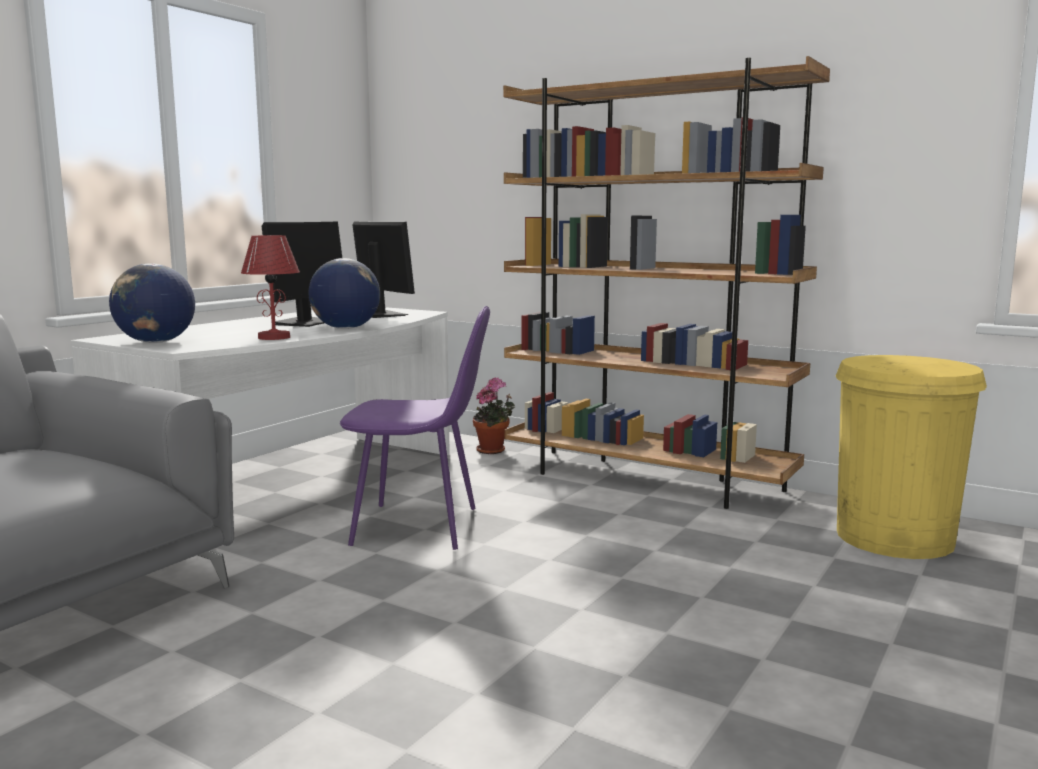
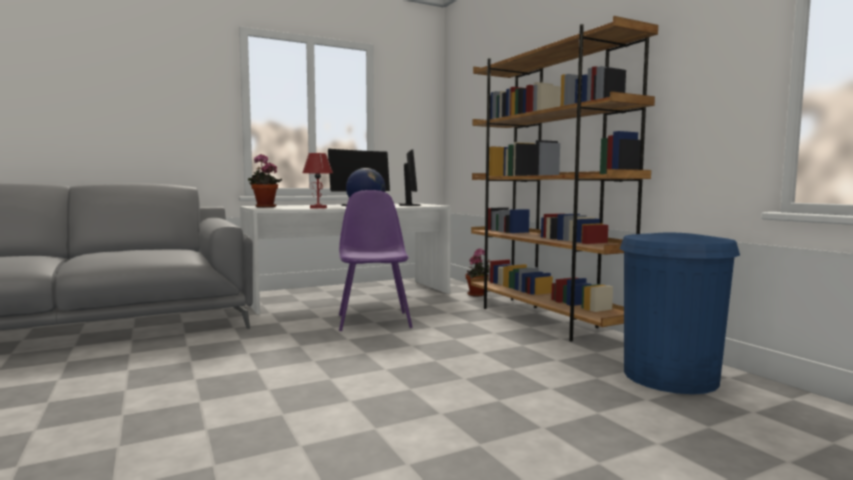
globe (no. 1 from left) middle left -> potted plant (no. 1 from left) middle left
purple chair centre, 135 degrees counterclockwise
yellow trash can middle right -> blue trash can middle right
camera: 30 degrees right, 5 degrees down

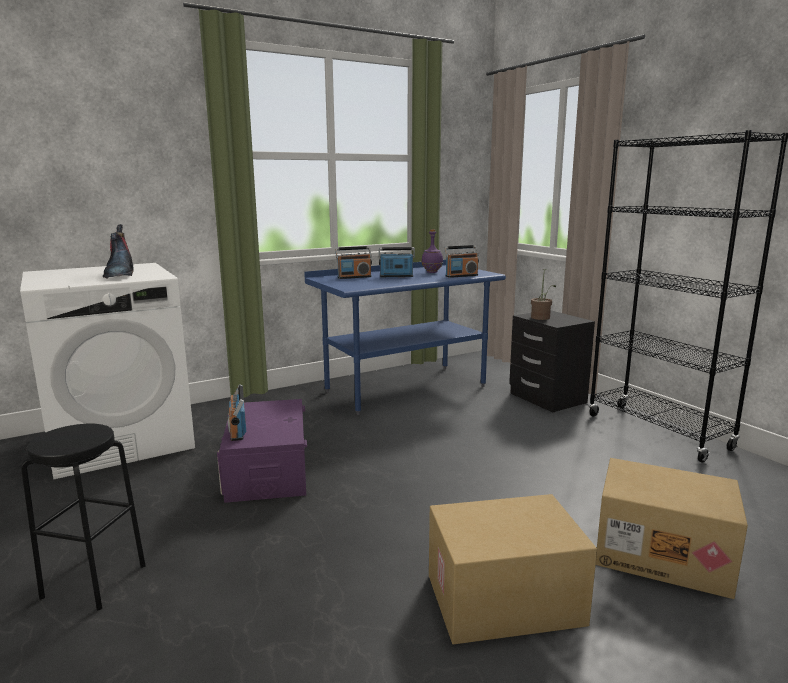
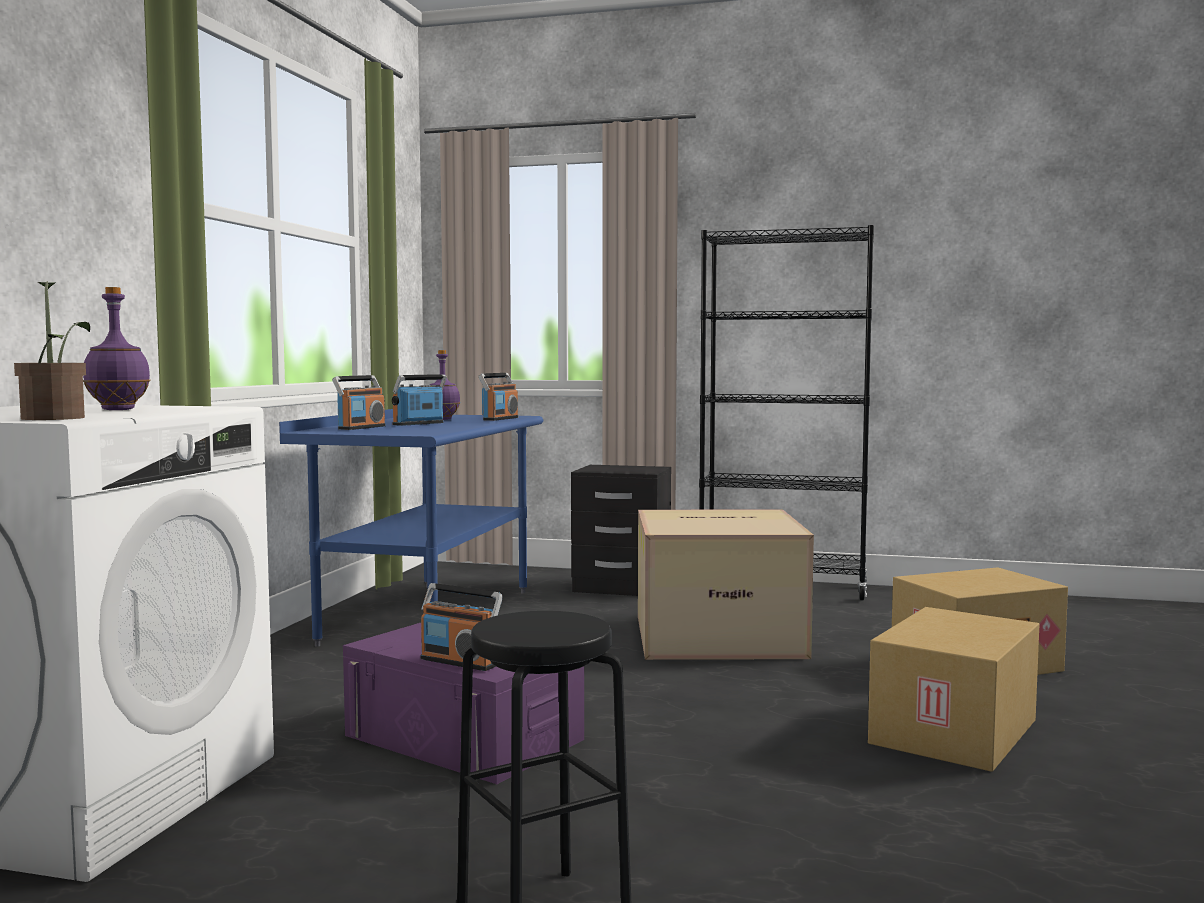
potted plant middle right -> potted plant middle left, shifted
boot middle left -> purple bottle (no. 1 from left) middle left
none -> cardboard box (no. 1 from left) centre
camera: 45 degrees left, 10 degrees down

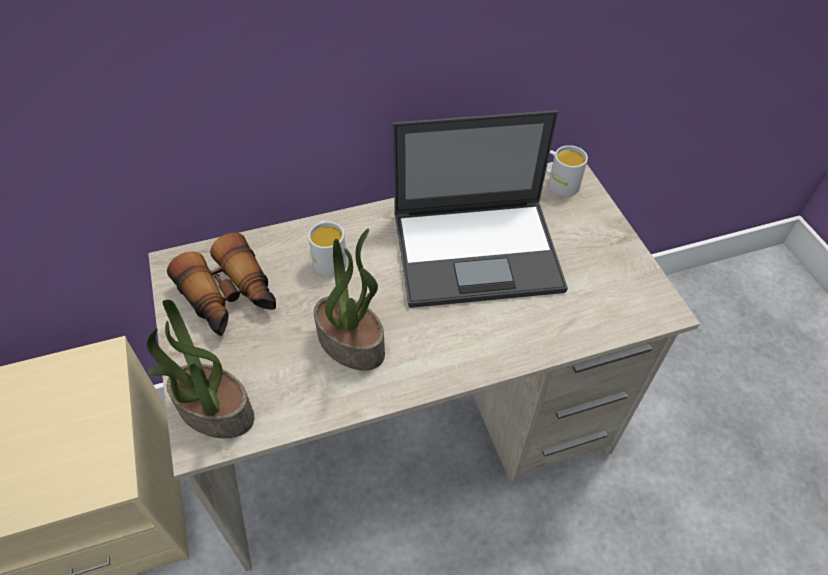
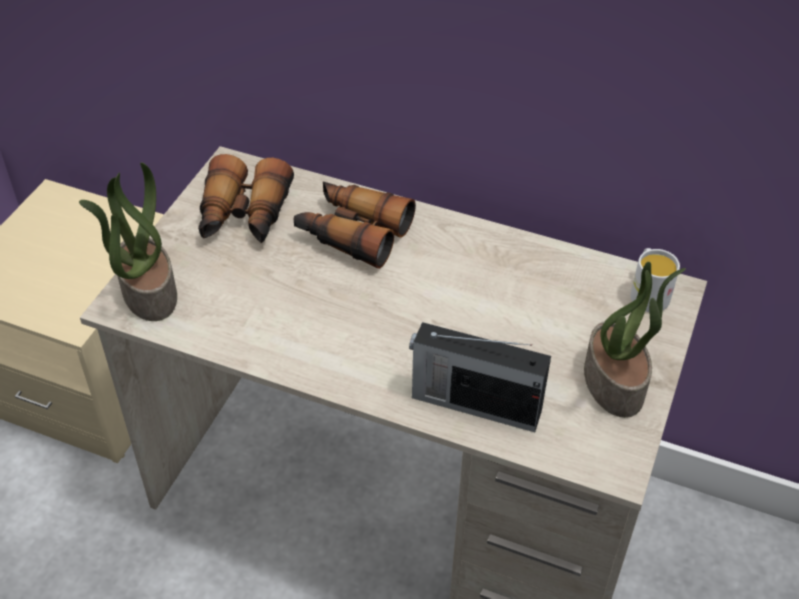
white mug (no. 1 from left) centre -> binoculars (no. 2 from left) centre
none -> radio centre
potted plant (no. 2 from left) centre -> potted plant (no. 2 from left) middle right, shifted
laptop centre -> none
camera: 40 degrees right, 5 degrees down

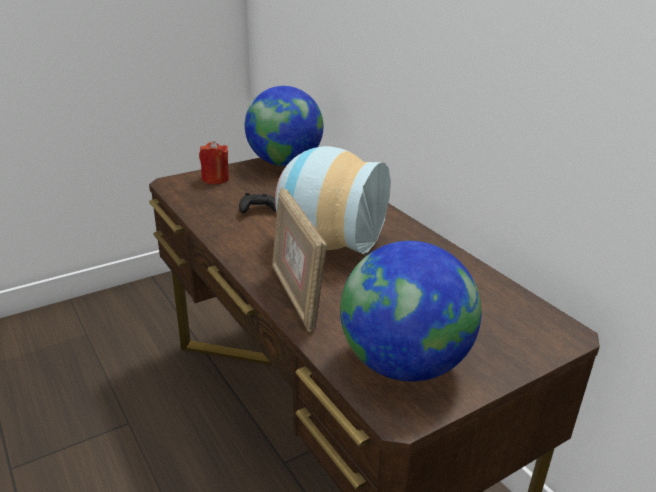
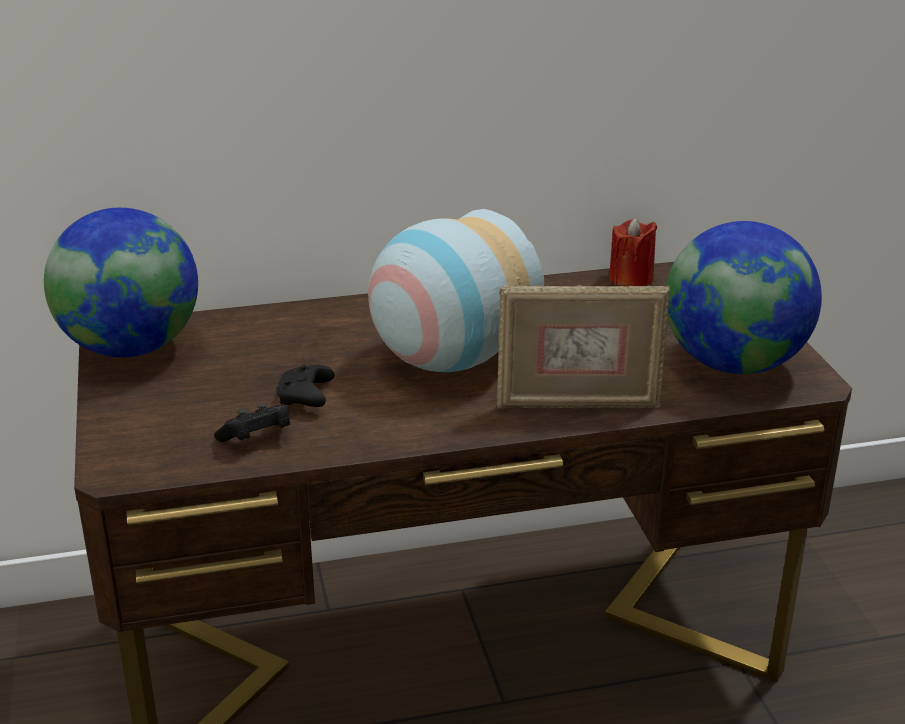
none -> black game controller (no. 1 from left) middle left
red candle top left -> red candle middle right, shifted
camera: 70 degrees left, 0 degrees up

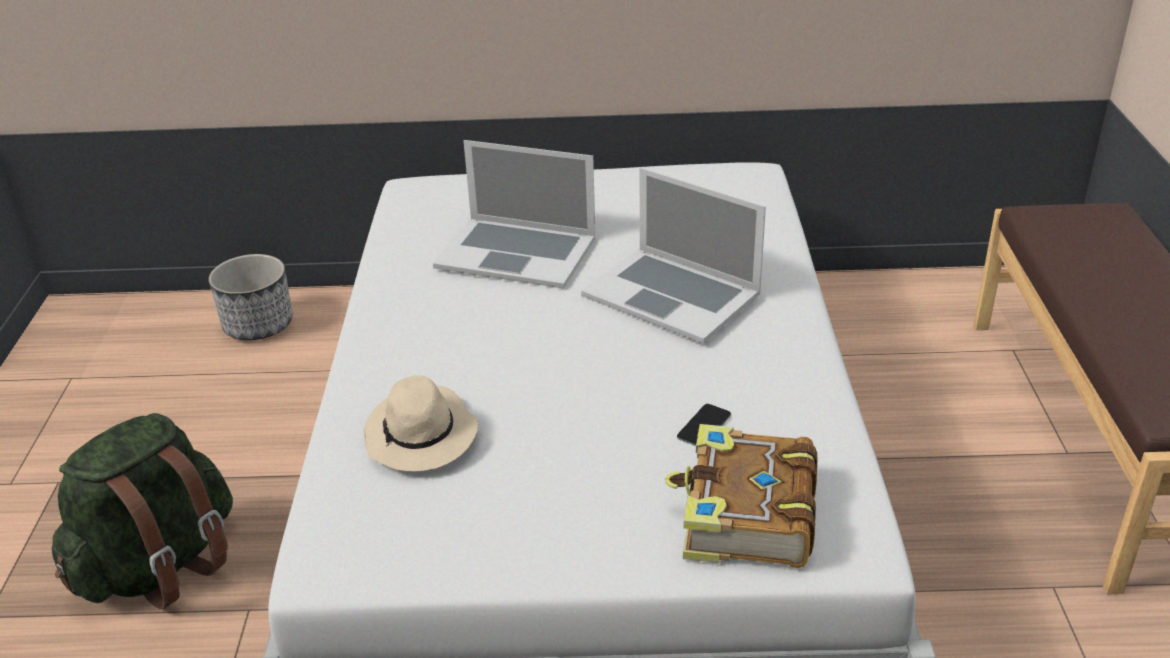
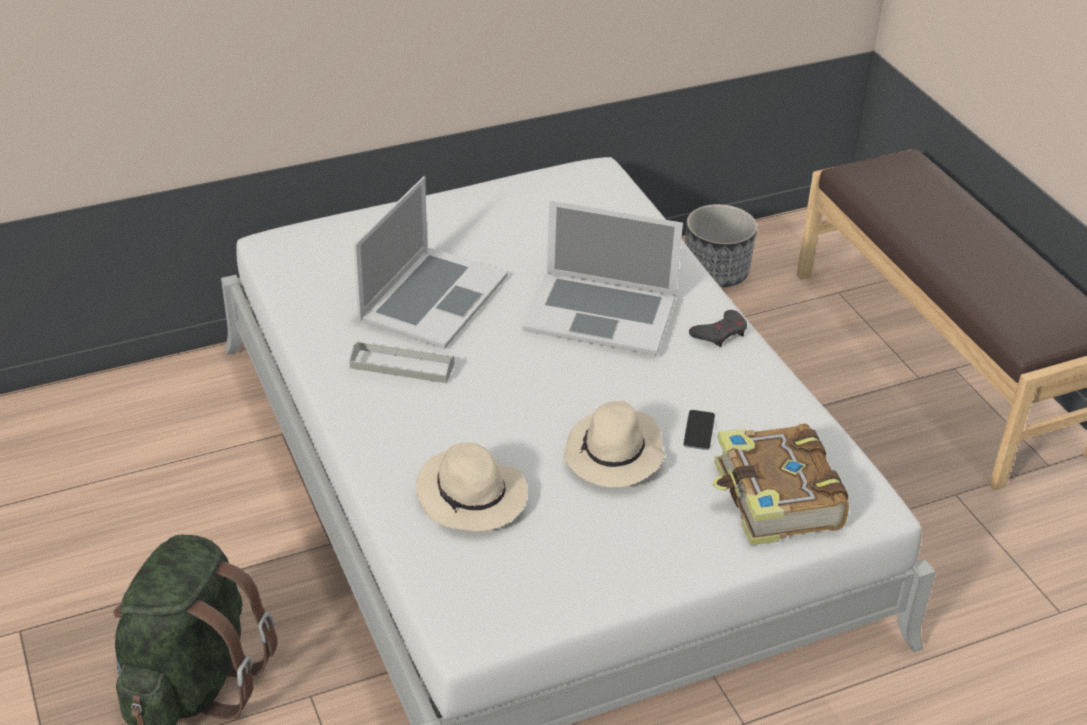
none -> grey tray centre
laptop (no. 1 from left) top centre -> laptop (no. 1 from left) centre, 60 degrees counterclockwise
none -> beige hat (no. 2 from left) centre
planter middle left -> planter centre, shifted
none -> grey game controller centre
camera: 25 degrees left, 5 degrees up

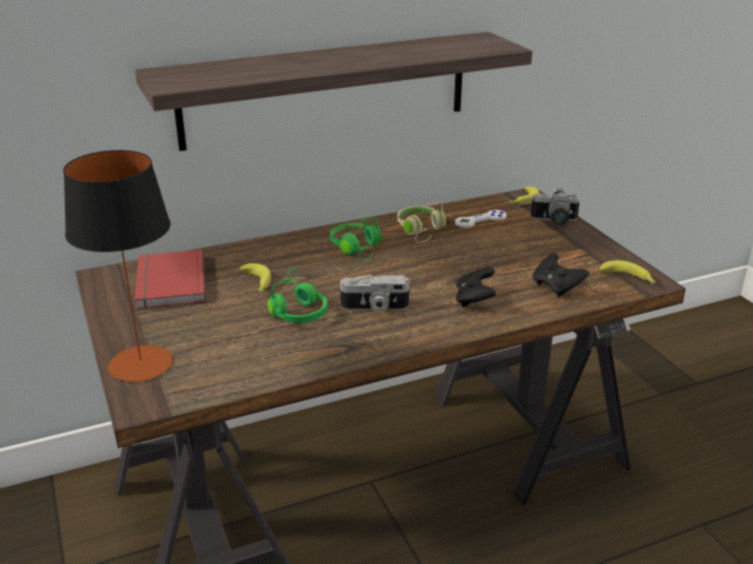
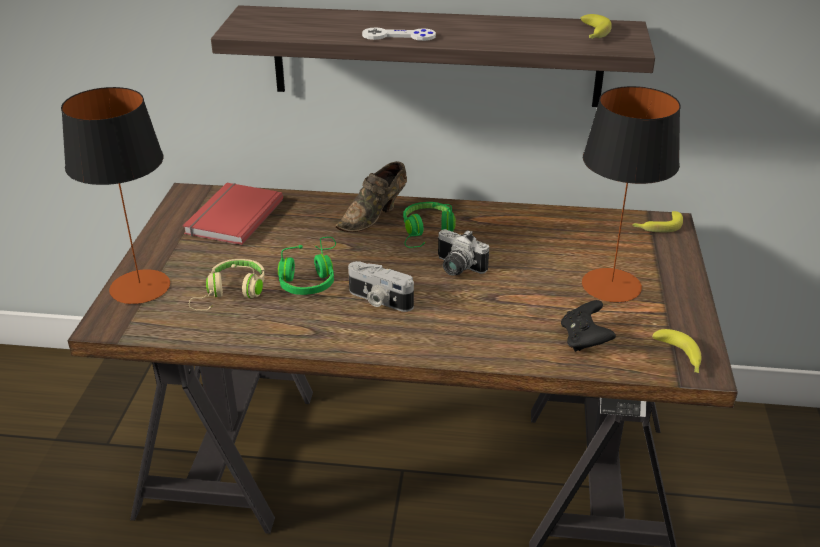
beige headphones centre -> beige headphones middle left, shifted
none -> brown shoe centre
white game controller centre -> white game controller top centre, shifted
photo camera (no. 2 from left) middle right -> photo camera (no. 2 from left) centre, shifted
banana (no. 1 from left) centre -> banana (no. 1 from left) top right, shifted
none -> table lamp (no. 2 from left) middle right
black game controller (no. 1 from left) centre -> none
camera: 30 degrees right, 5 degrees up

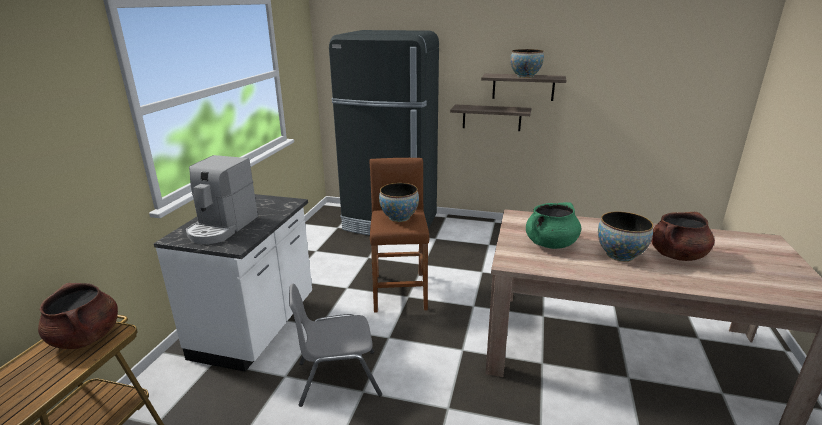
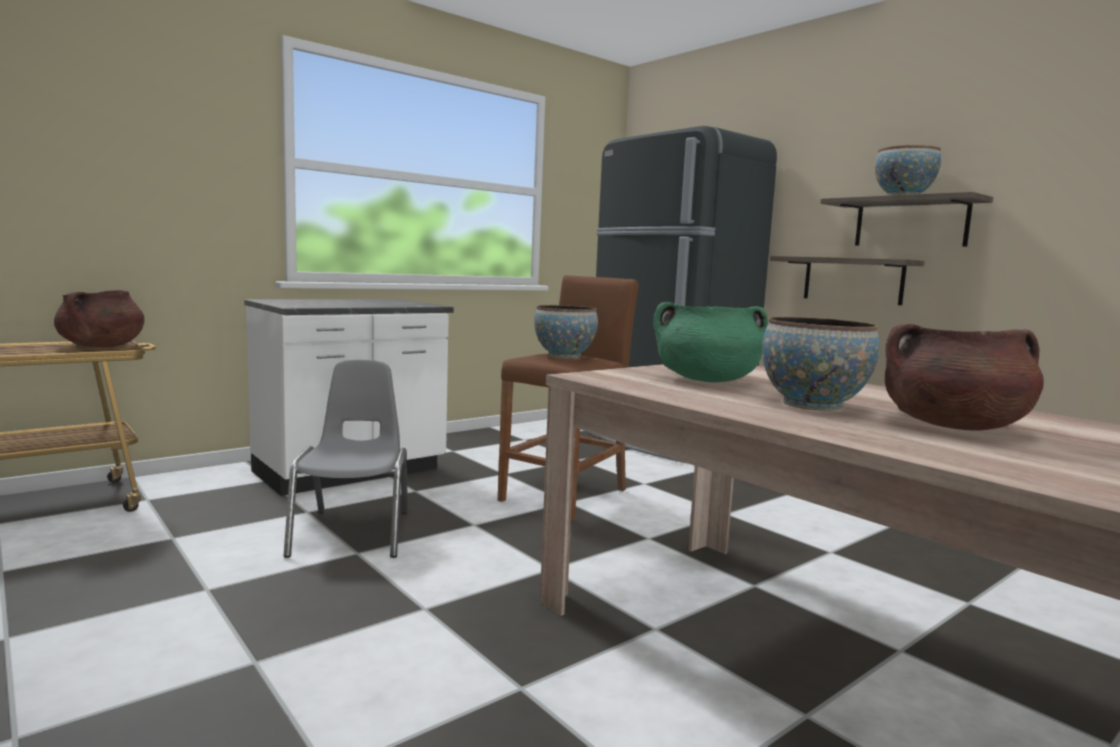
grey chair bottom centre -> grey chair middle left, 60 degrees clockwise
coffee machine middle left -> none
camera: 35 degrees right, 15 degrees down

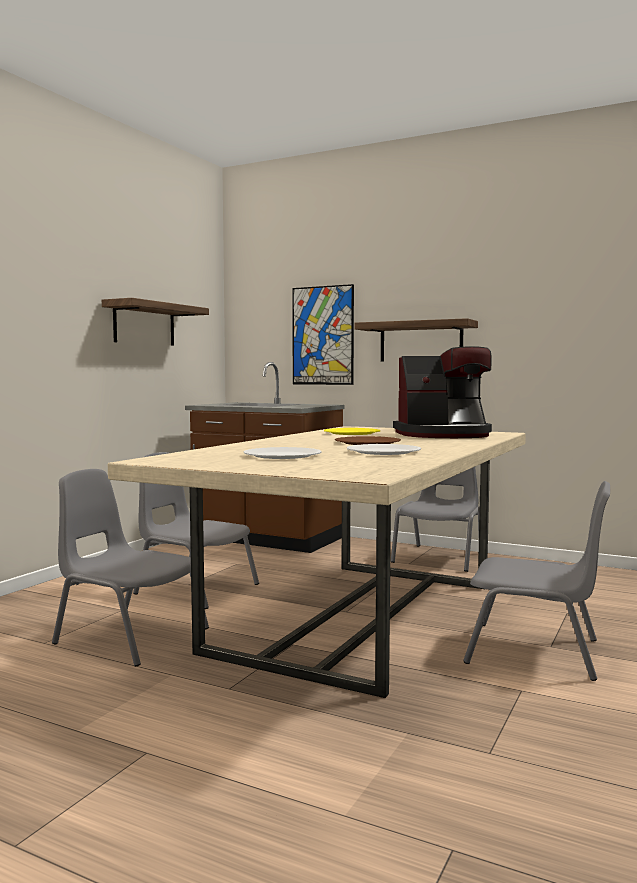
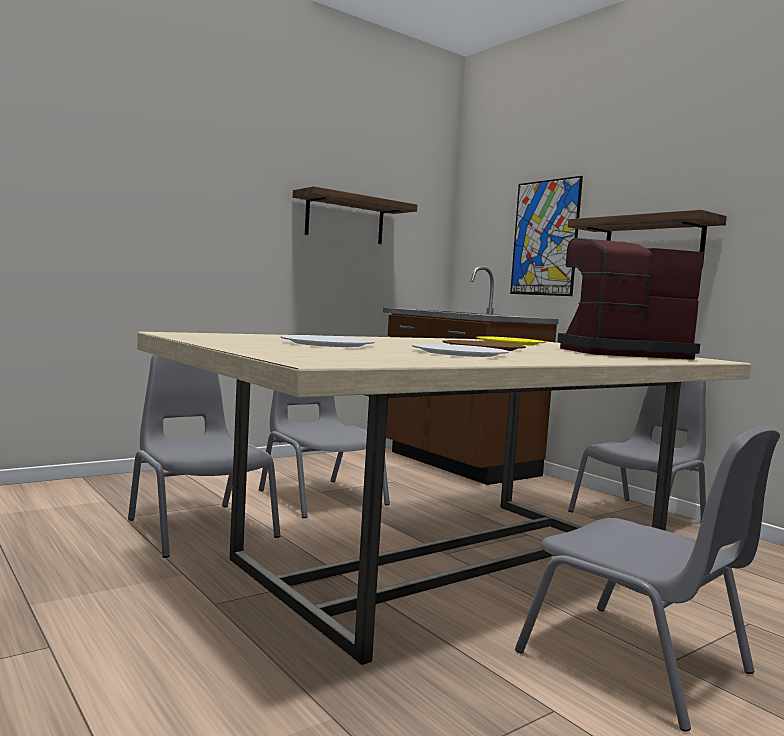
coffee machine middle right, 150 degrees clockwise
camera: 25 degrees right, 0 degrees up

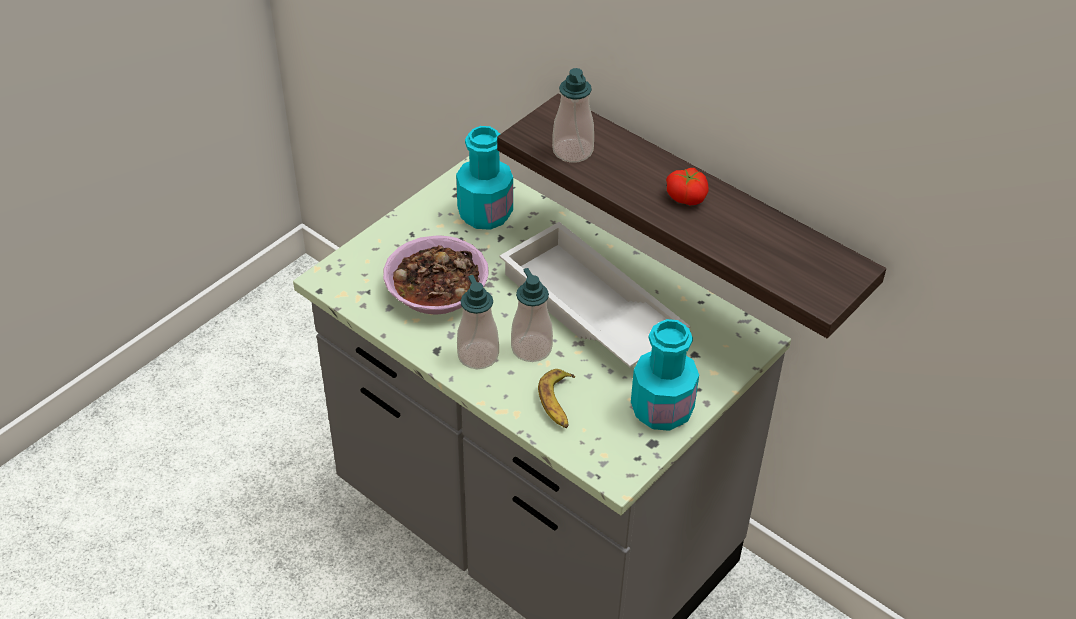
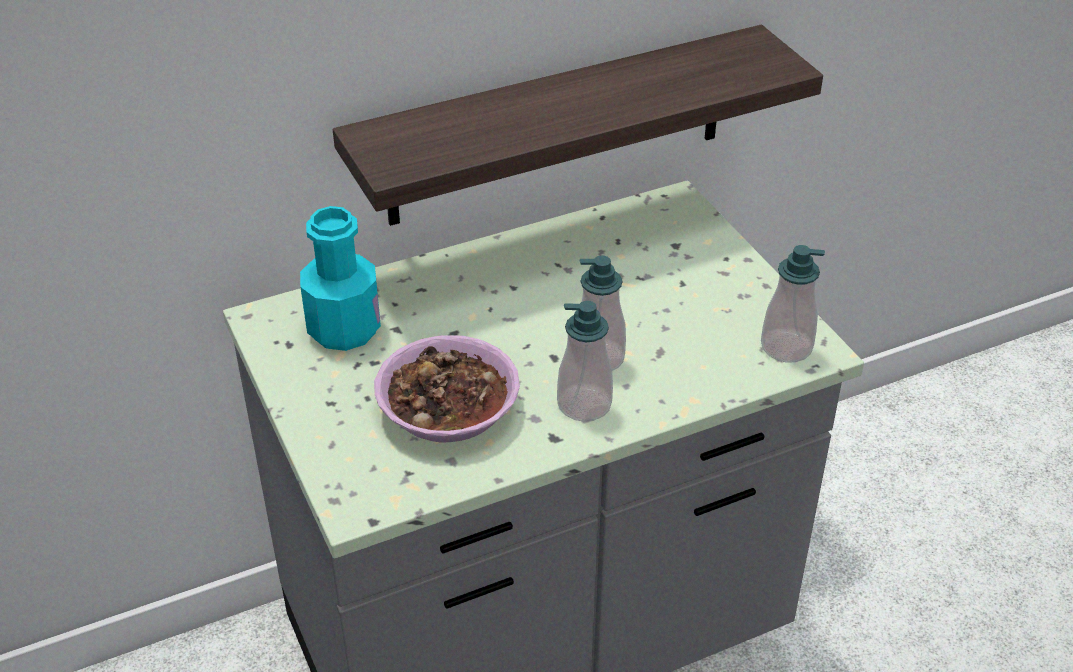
soap dispenser (no. 3 from left) top centre -> soap dispenser (no. 3 from left) middle right, shifted
white tray centre -> none
banana centre -> none
turquoise bottle (no. 2 from left) centre -> none
tomato top centre -> none
camera: 65 degrees left, 5 degrees down

